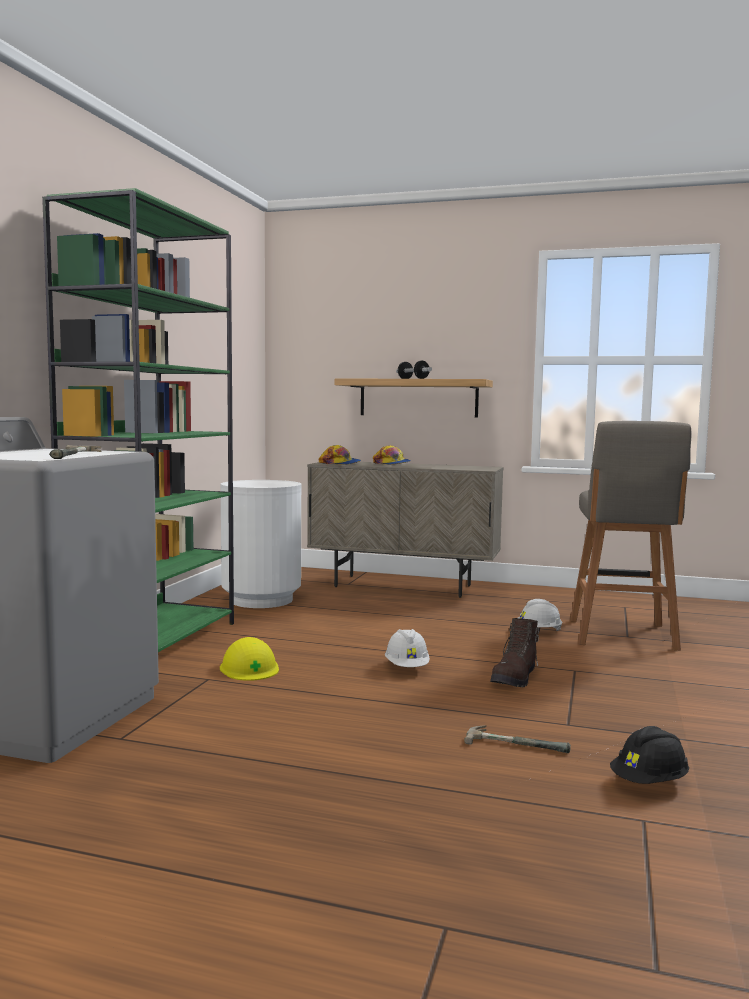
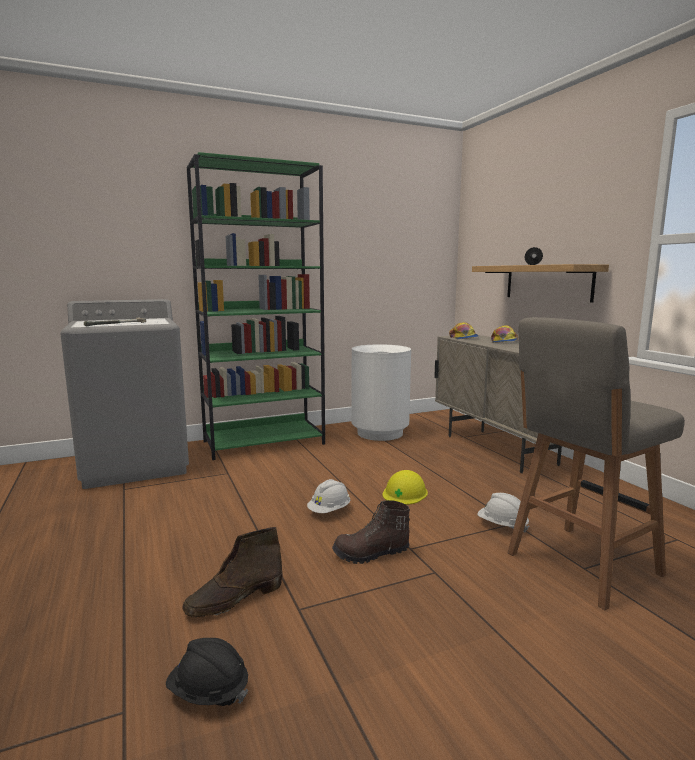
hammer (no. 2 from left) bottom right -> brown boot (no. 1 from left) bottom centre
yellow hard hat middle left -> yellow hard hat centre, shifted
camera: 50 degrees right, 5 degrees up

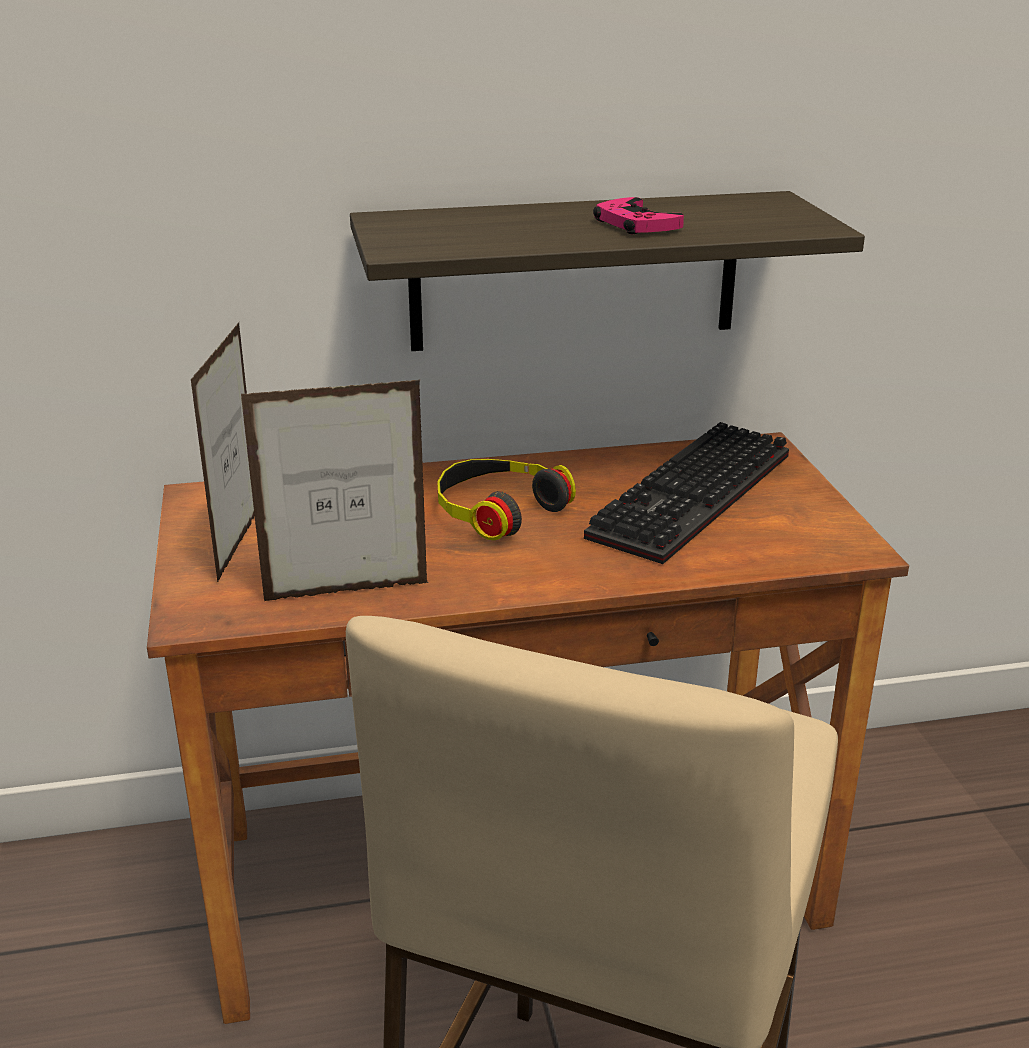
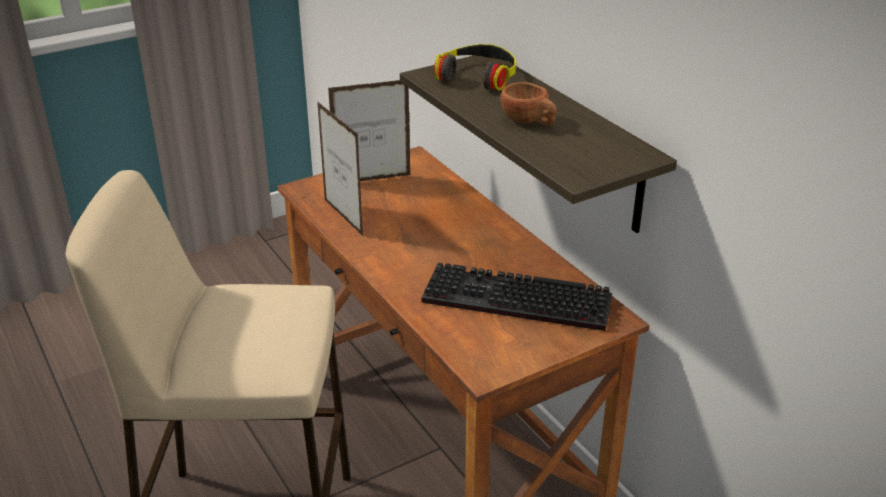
headphones centre -> headphones top centre, shifted
pink game controller top centre -> brown cup top centre
camera: 70 degrees right, 5 degrees up

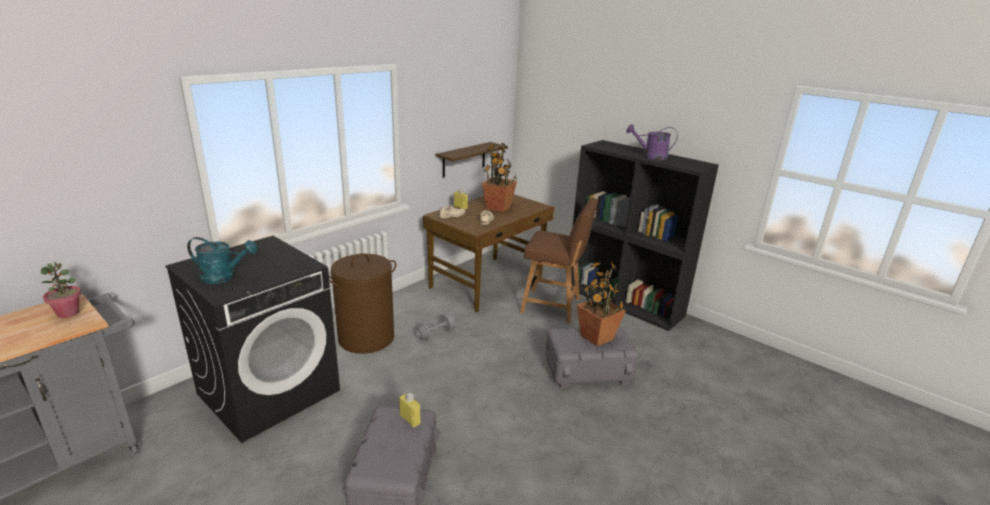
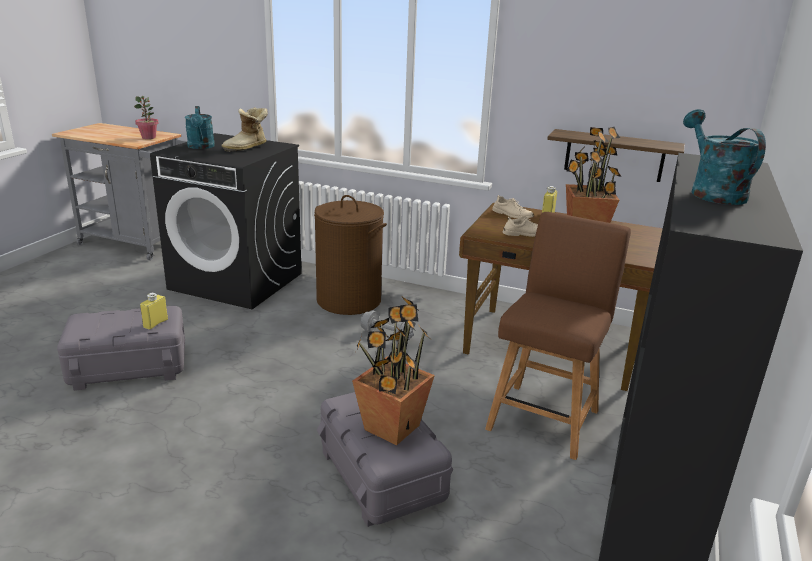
none -> boot top left
brown chair centre -> brown chair middle right, 150 degrees counterclockwise
purple watering can top centre -> turquoise watering can (no. 2 from left) top right
camera: 70 degrees right, 0 degrees up

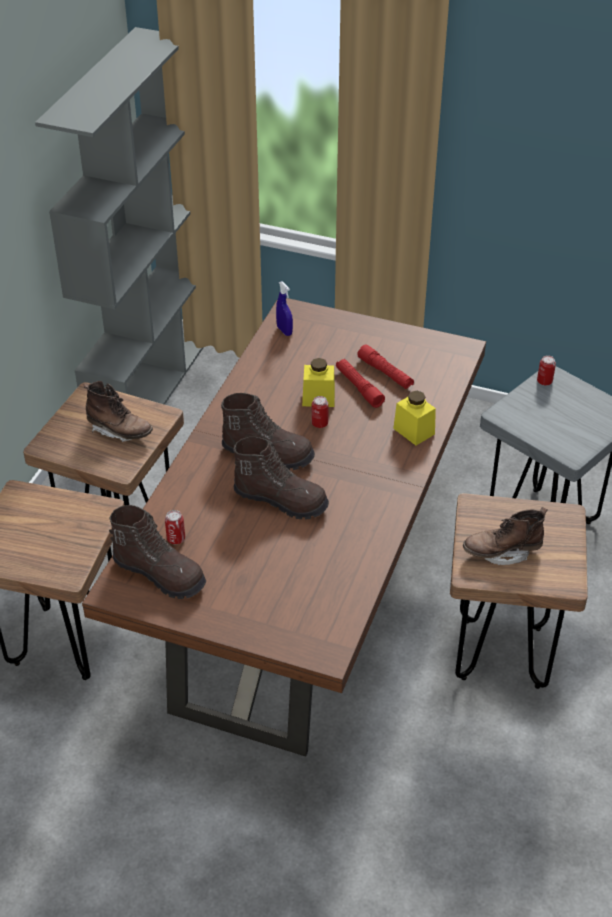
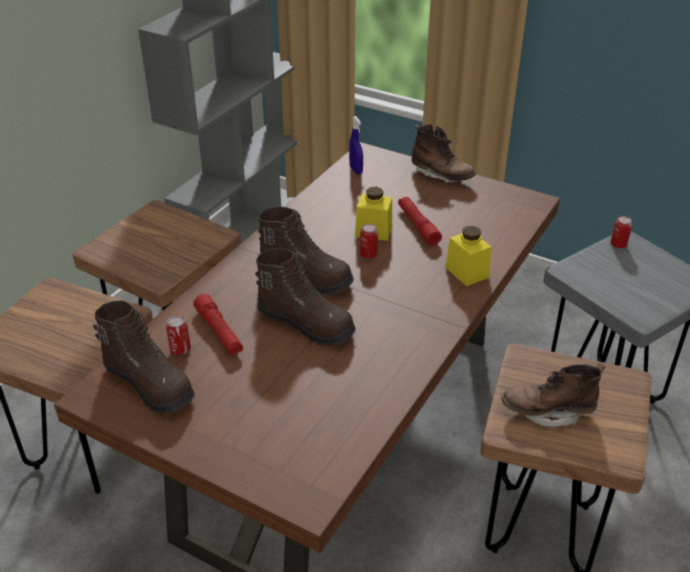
red flashlight (no. 2 from left in the first image) centre -> red flashlight (no. 1 from left) middle left, shifted
brown boot (no. 1 from left in the first image) middle left -> brown boot (no. 4 from left) top centre, shifted
camera: 10 degrees right, 5 degrees down

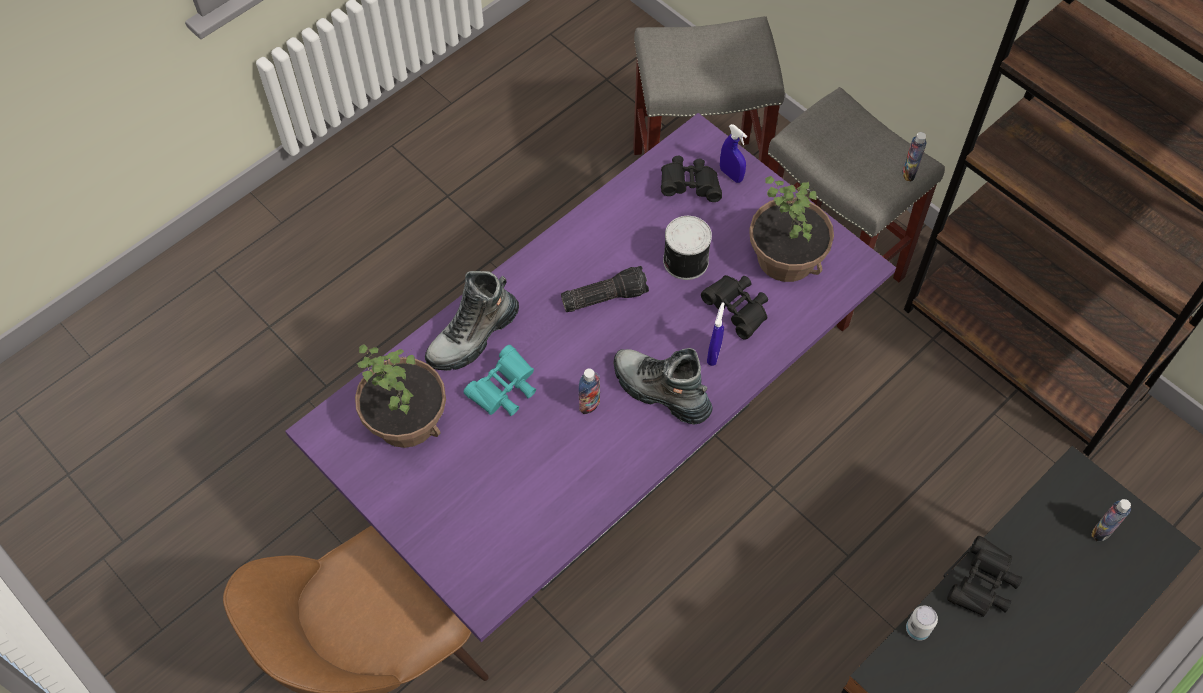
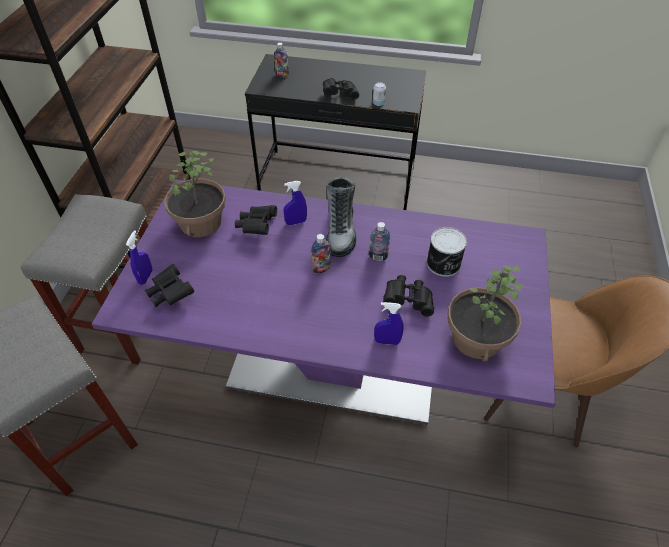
bottle (no. 2 from left) top right -> bottle (no. 2 from left) centre, shifted
boot (no. 1 from left) centre -> blue spray bottle (no. 3 from left) centre
turquoise binoculars centre -> black binoculars (no. 4 from left) centre
can (no. 1 from left in the first image) centre -> can (no. 2 from left) middle right, shifted
flashlight centre -> none
camera: 125 degrees left, 10 degrees down

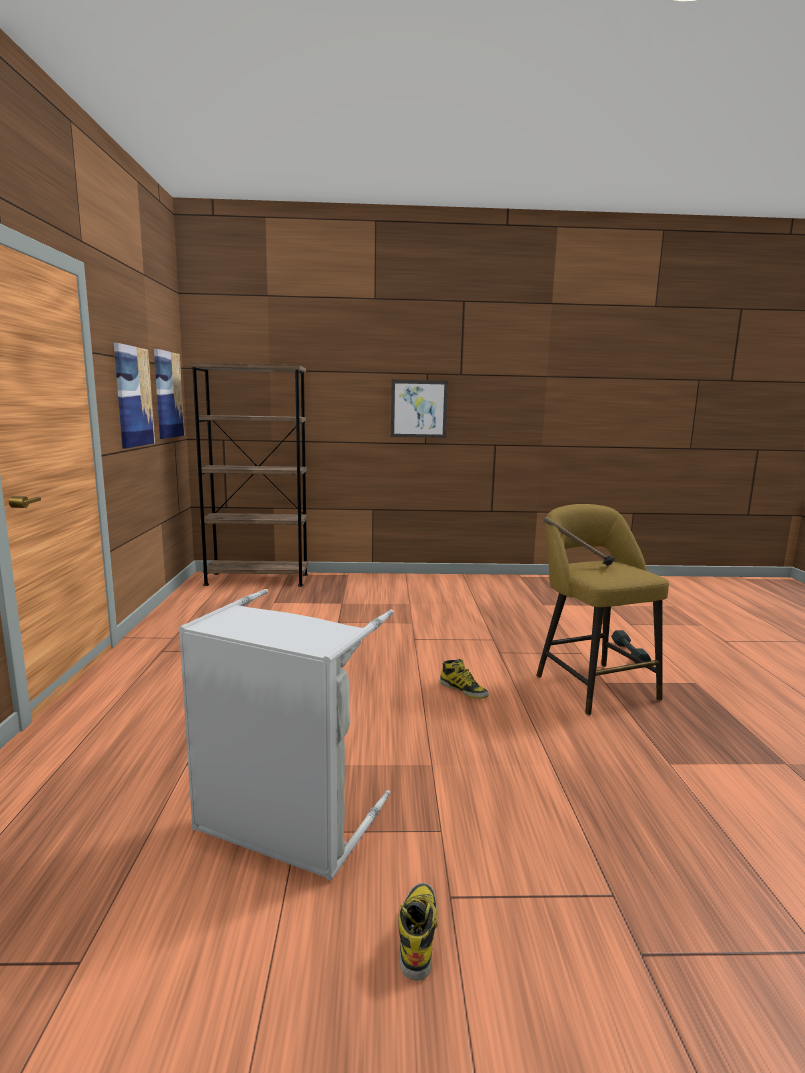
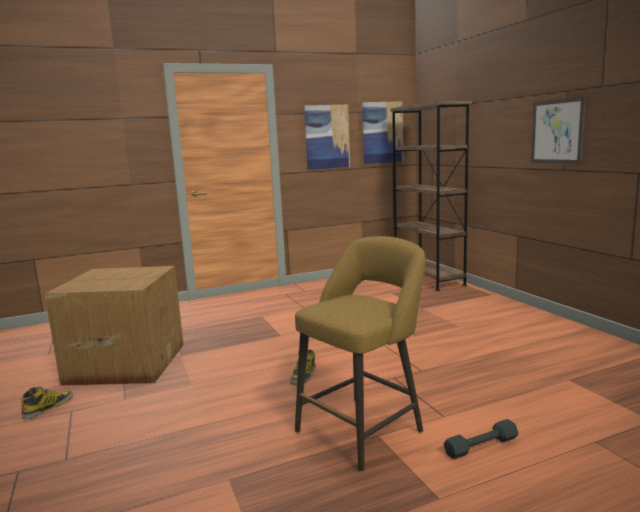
boot (no. 1 from left) bottom centre -> boot (no. 1 from left) bottom left, 45 degrees counterclockwise
grey laundry basket bottom centre -> cardboard box middle left
hammer middle right -> none
camera: 70 degrees right, 0 degrees up

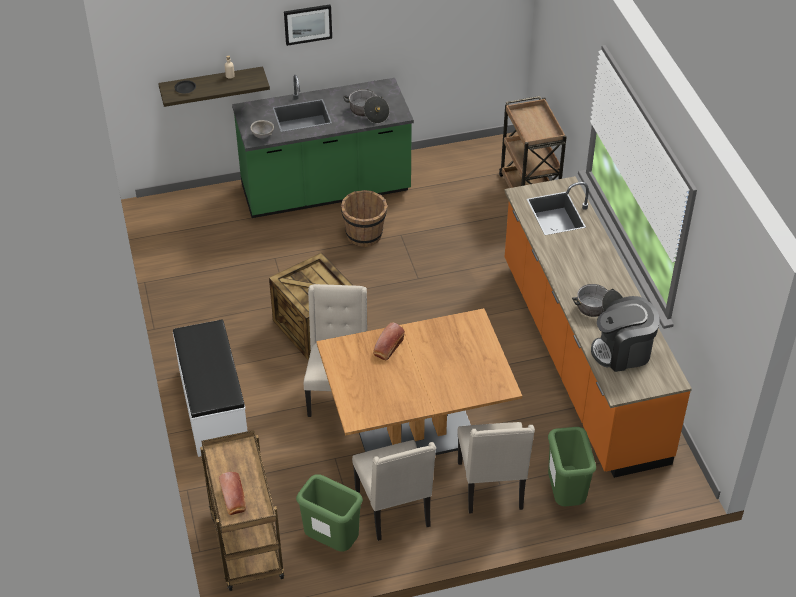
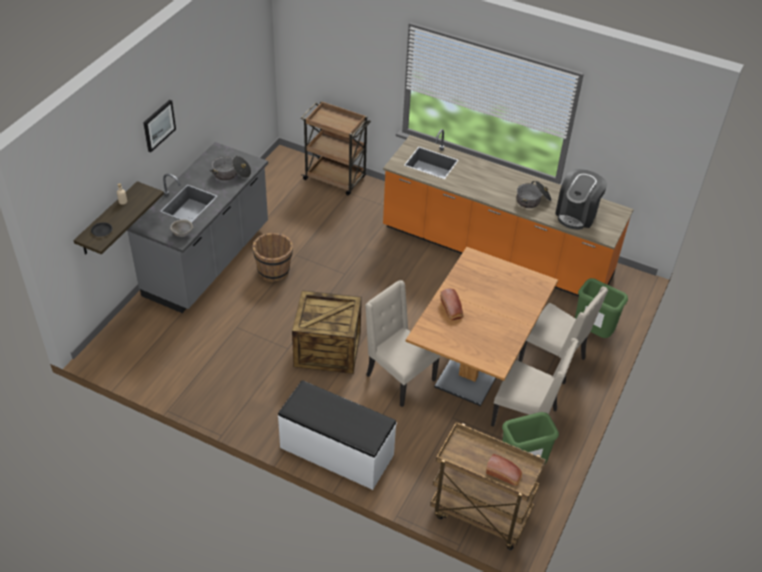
green counter top centre -> grey counter middle left
camera: 50 degrees left, 0 degrees up

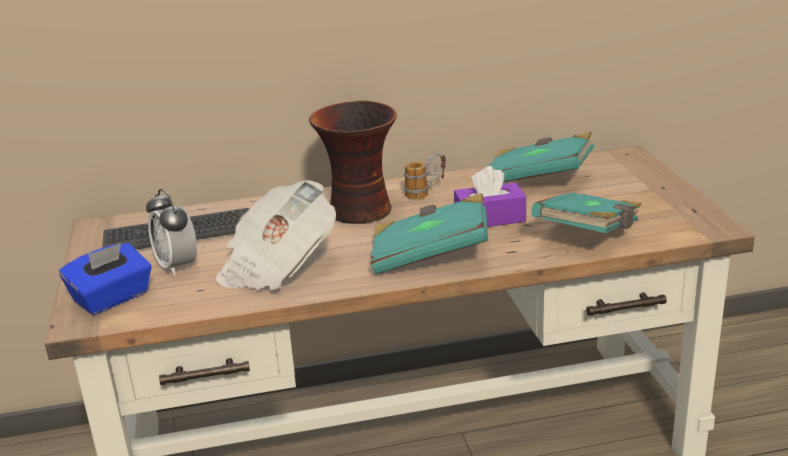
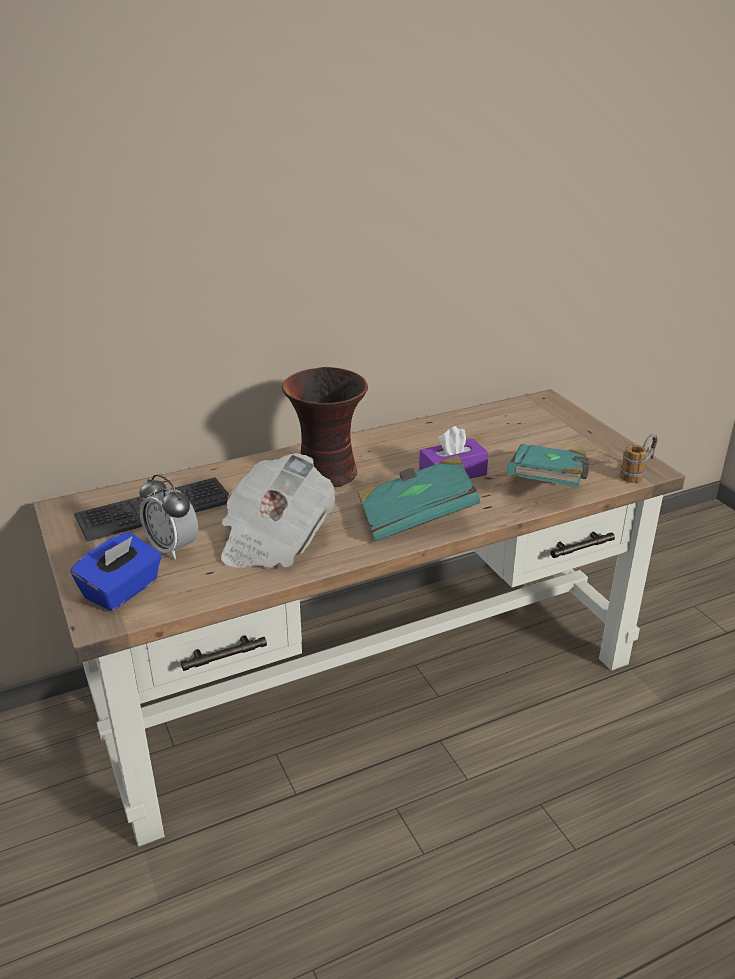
mug centre -> mug middle right, shifted
turquoise book (no. 2 from left) middle right -> none
camera: 15 degrees left, 5 degrees up

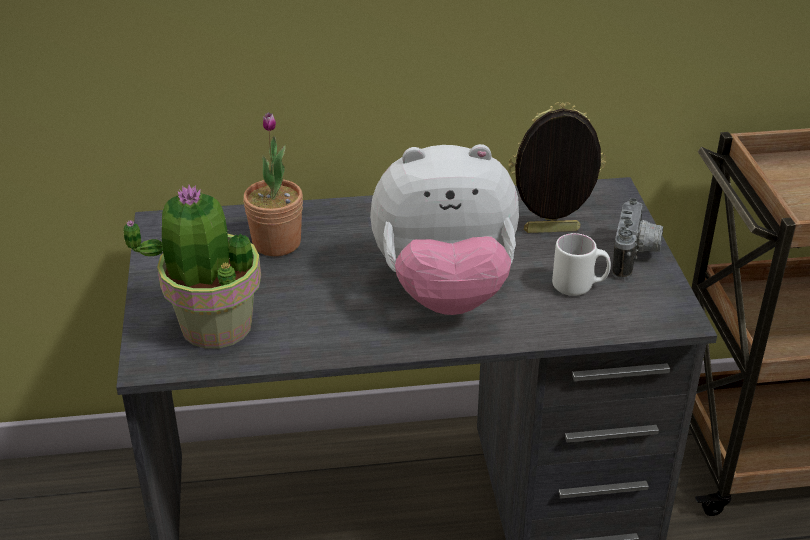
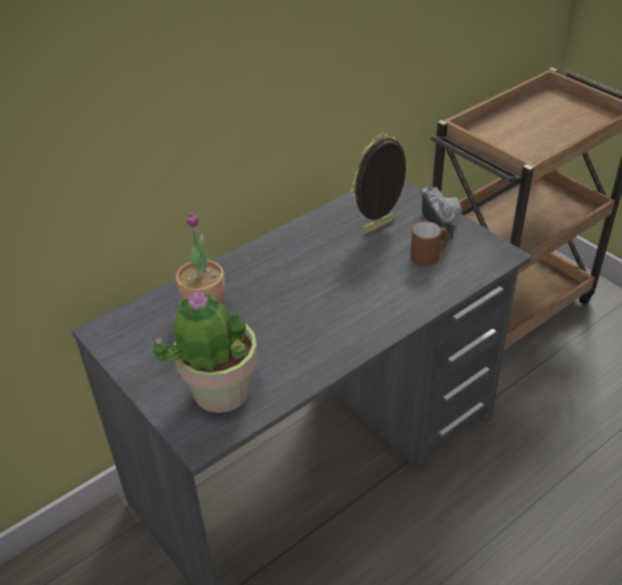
white mug middle right -> brown mug middle right
plush toy centre -> none
camera: 30 degrees left, 5 degrees up

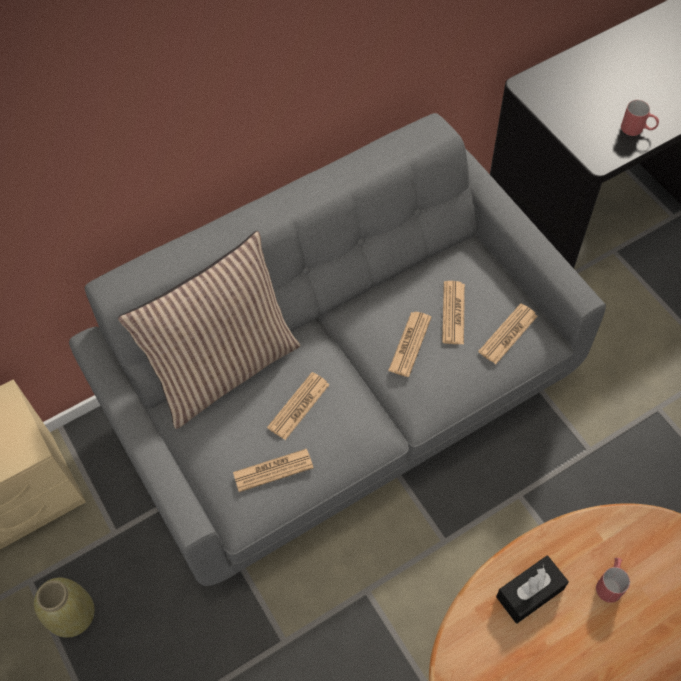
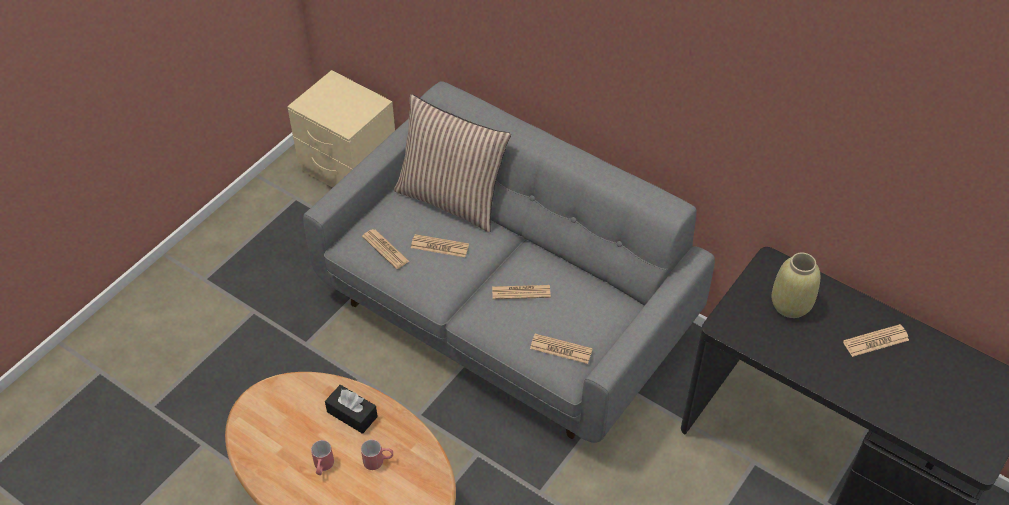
red mug (no. 2 from left in the first image) top right -> red mug (no. 1 from left) bottom left, shifted
beige vase bottom left -> beige vase middle right, shifted
newspaper (no. 4 from left in the first image) centre -> newspaper (no. 5 from left) bottom right, shifted
camera: 65 degrees right, 10 degrees down

